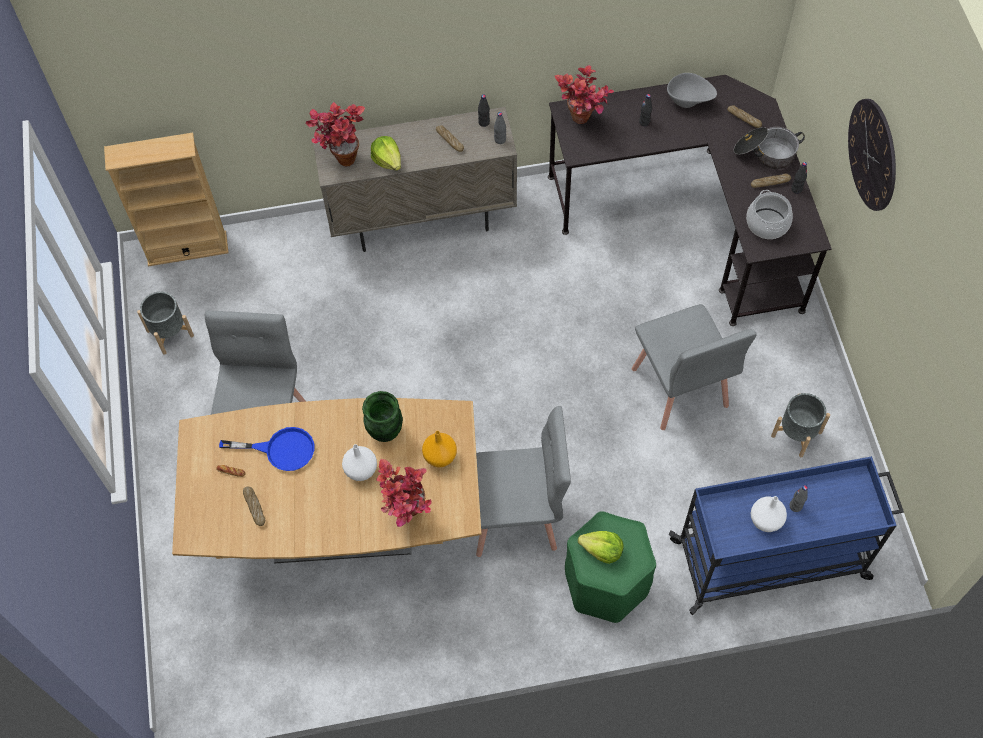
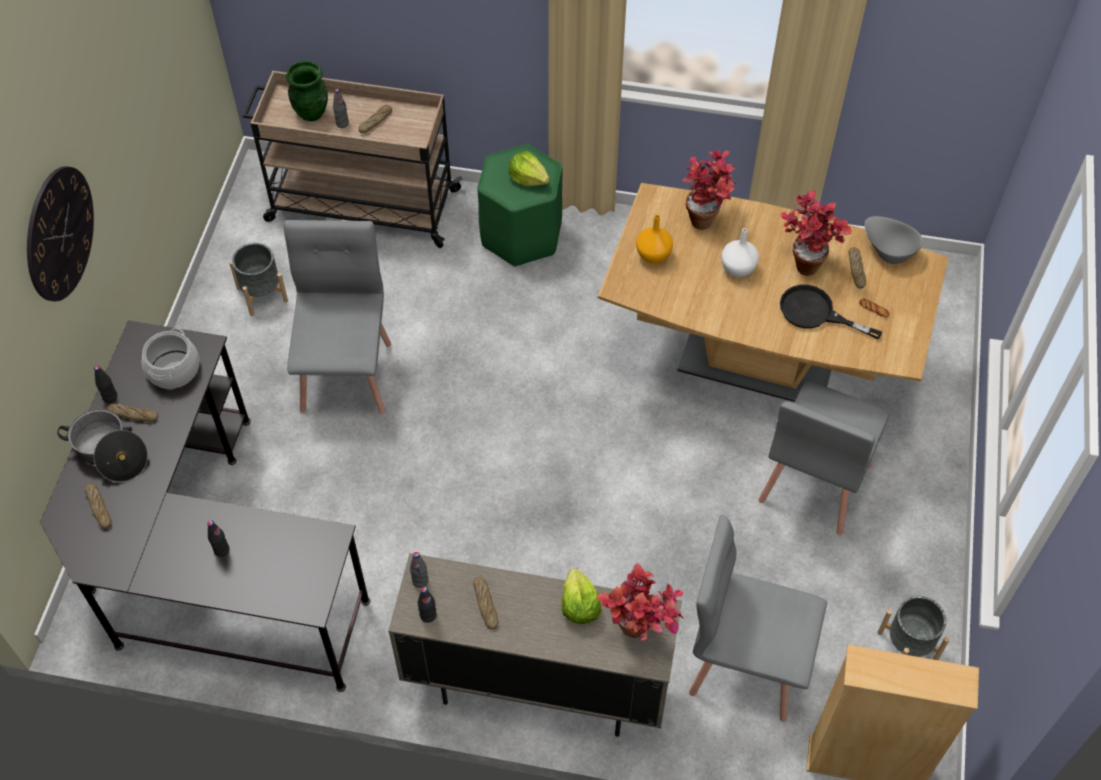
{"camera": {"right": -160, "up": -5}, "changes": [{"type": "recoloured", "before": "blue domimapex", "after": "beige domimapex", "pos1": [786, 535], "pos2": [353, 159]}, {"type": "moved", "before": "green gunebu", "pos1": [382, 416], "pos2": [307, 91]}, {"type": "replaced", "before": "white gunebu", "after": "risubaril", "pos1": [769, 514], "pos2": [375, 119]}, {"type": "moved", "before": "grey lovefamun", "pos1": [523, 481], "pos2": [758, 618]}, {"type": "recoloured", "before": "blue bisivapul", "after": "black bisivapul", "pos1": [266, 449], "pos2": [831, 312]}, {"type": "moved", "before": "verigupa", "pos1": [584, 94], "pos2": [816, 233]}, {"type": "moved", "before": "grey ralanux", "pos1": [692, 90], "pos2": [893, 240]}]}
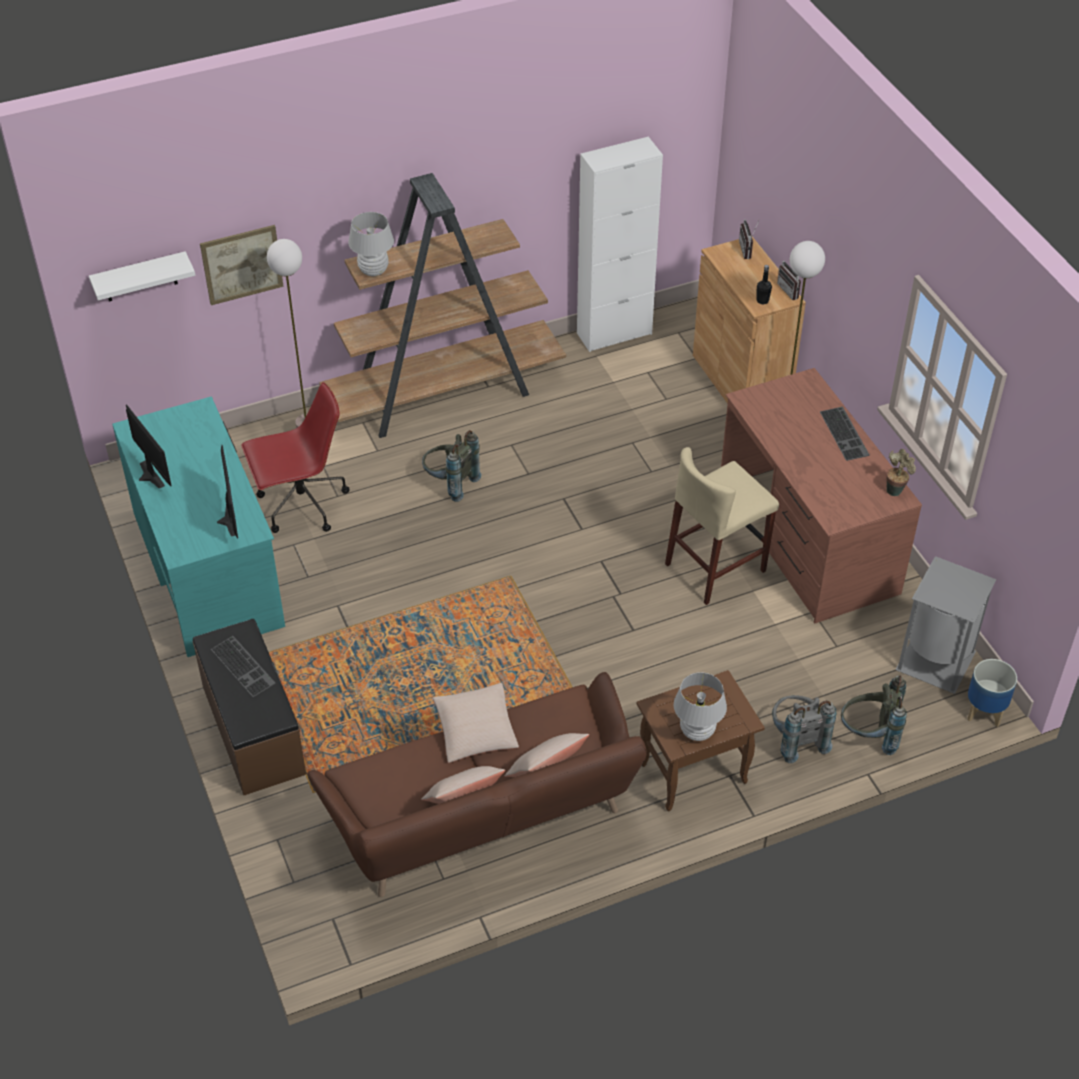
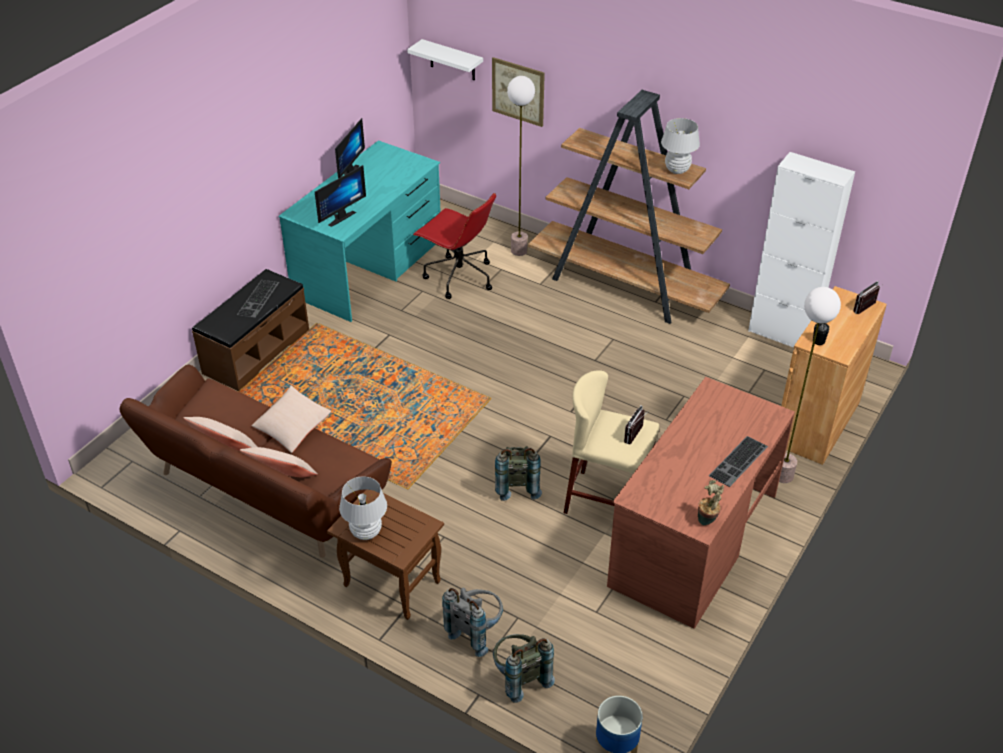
{"camera": {"right": 55, "up": -5}, "changes": [{"type": "moved", "before": "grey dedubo", "pos1": [451, 466], "pos2": [518, 473]}, {"type": "moved", "before": "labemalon", "pos1": [789, 280], "pos2": [635, 425]}, {"type": "moved", "before": "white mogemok", "pos1": [371, 244], "pos2": [680, 146]}, {"type": "removed", "before": "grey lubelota", "pos1": [946, 625]}]}
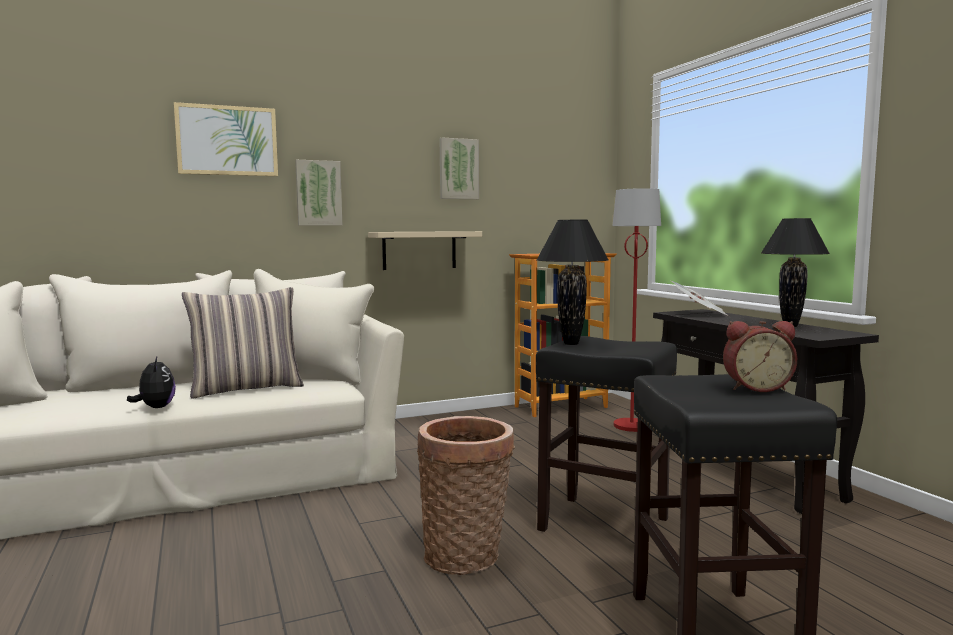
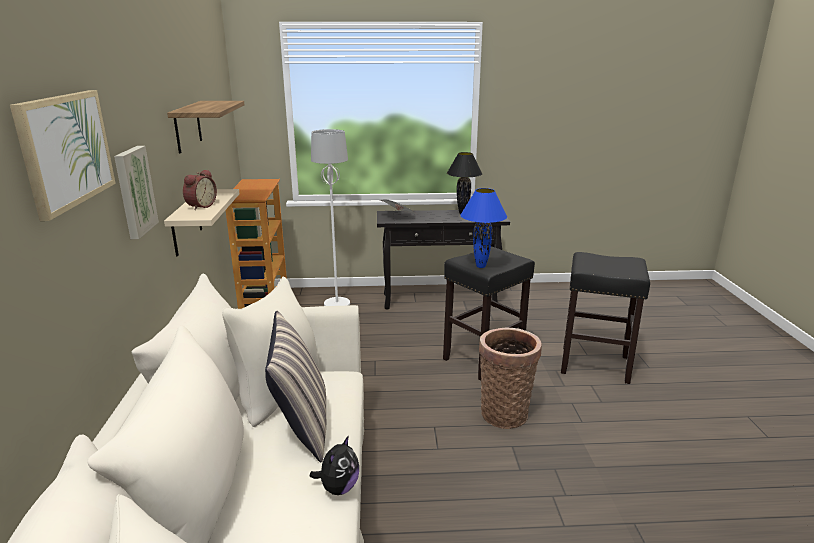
{"camera": {"right": -70, "up": 15}, "changes": [{"type": "replaced", "before": "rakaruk", "after": "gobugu", "pos1": [459, 168], "pos2": [206, 127]}, {"type": "moved", "before": "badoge", "pos1": [760, 356], "pos2": [200, 190]}, {"type": "turned", "before": "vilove", "pos1": [151, 382], "pos2": [334, 465], "turn": 120}, {"type": "recoloured", "before": "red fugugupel", "after": "white fugugupel", "pos1": [636, 310], "pos2": [330, 217]}, {"type": "recoloured", "before": "black mogemok", "after": "blue mogemok", "pos1": [572, 282], "pos2": [484, 228]}]}
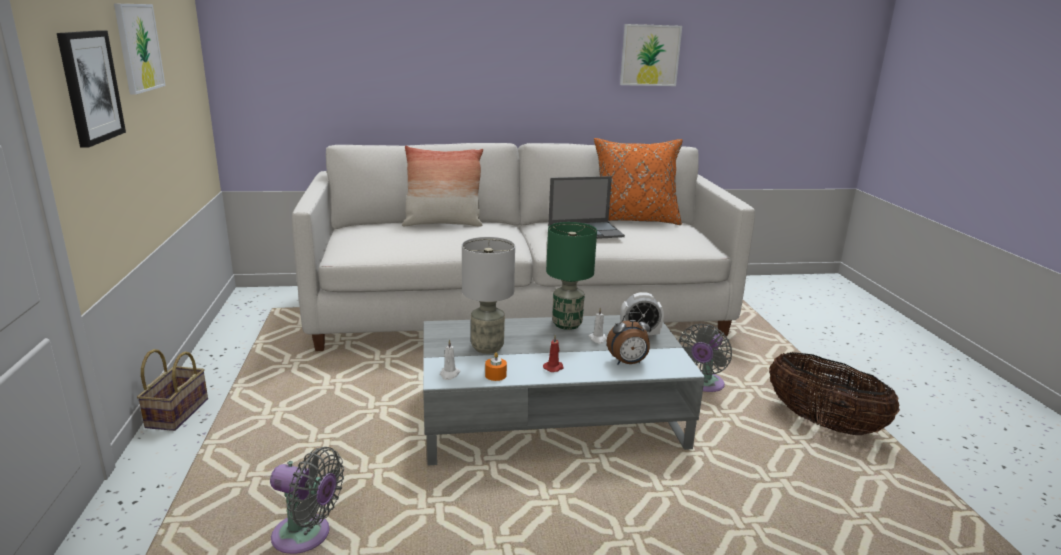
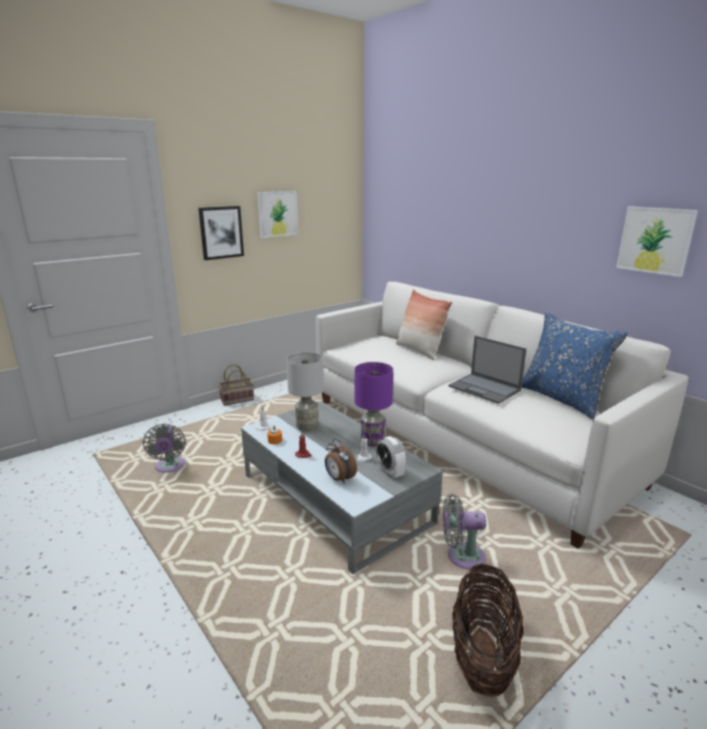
{"camera": {"right": 60, "up": 0}, "changes": [{"type": "recoloured", "before": "green mogemok", "after": "purple mogemok", "pos1": [571, 276], "pos2": [374, 404]}, {"type": "recoloured", "before": "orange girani", "after": "blue girani", "pos1": [638, 181], "pos2": [575, 365]}]}
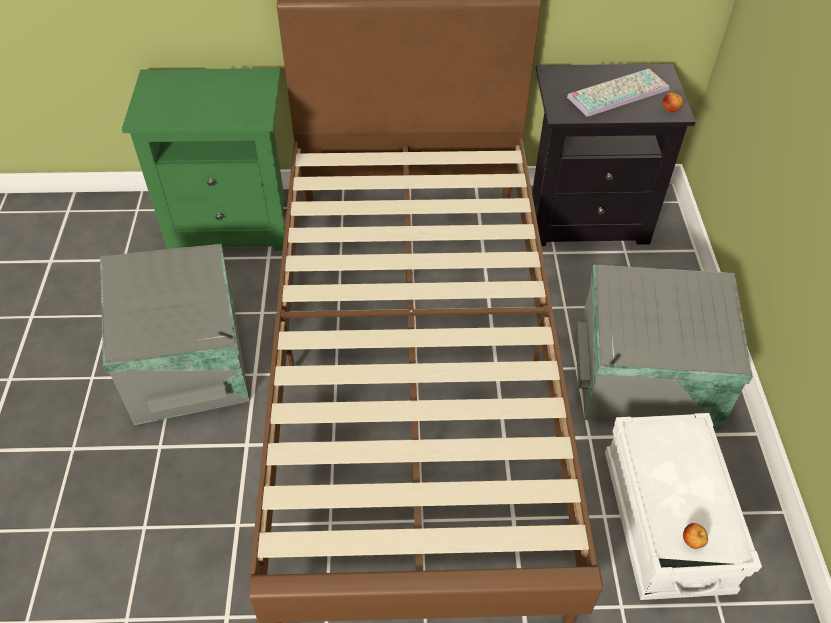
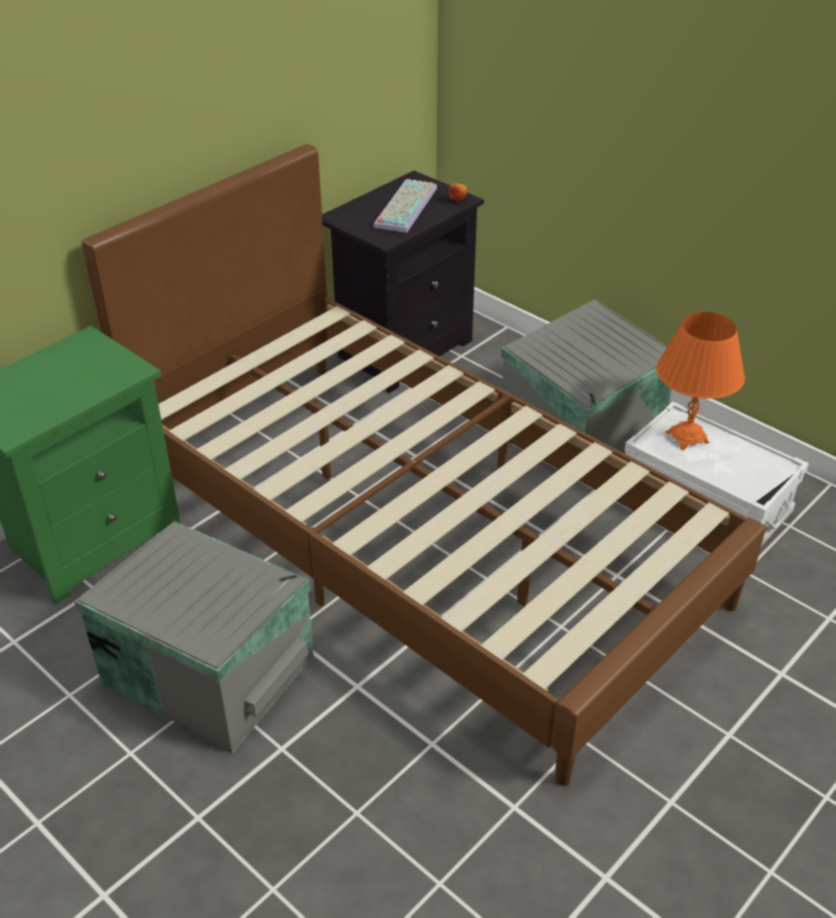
{"camera": {"right": -45, "up": -10}, "changes": [{"type": "added", "after": "orange mogemok", "pos2": [700, 381]}, {"type": "removed", "before": "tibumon", "pos1": [695, 536]}]}
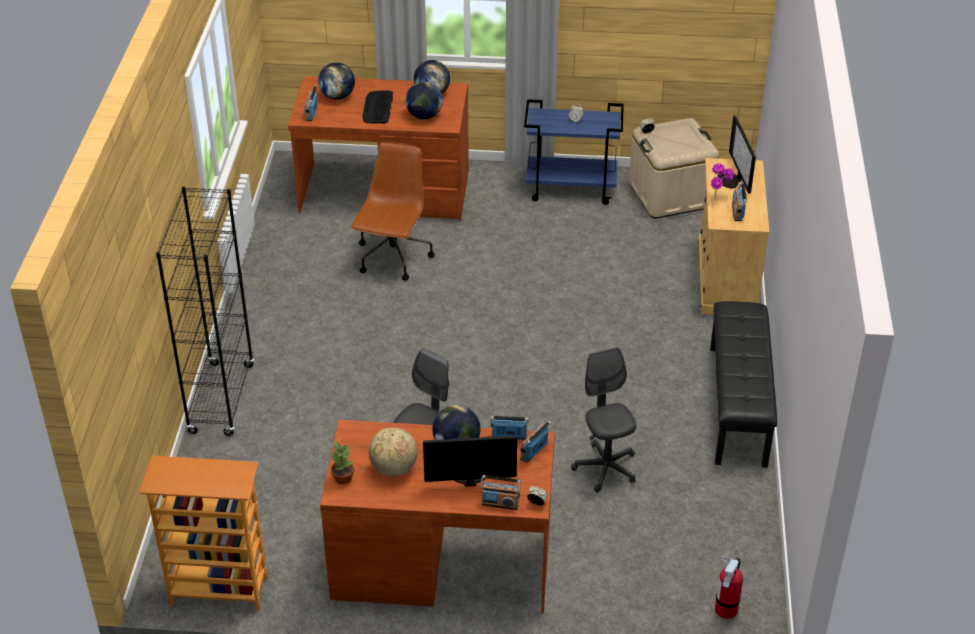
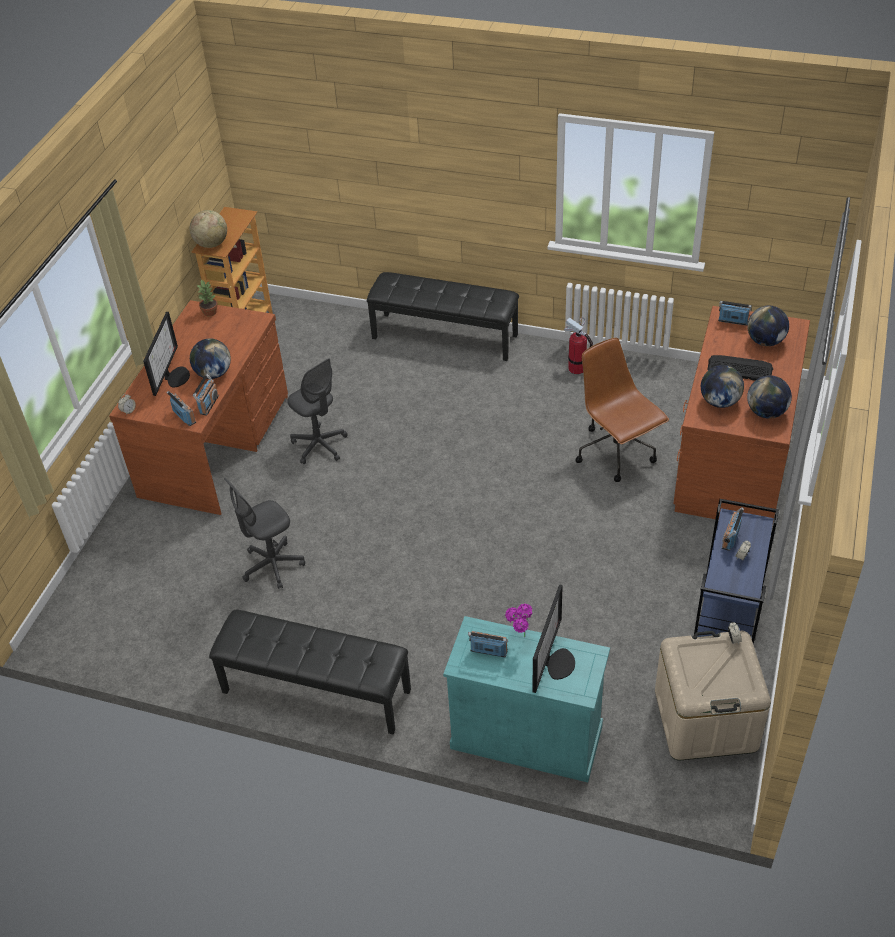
{"camera": {"right": 105, "up": 5}, "changes": [{"type": "moved", "before": "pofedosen", "pos1": [393, 451], "pos2": [208, 229]}, {"type": "turned", "before": "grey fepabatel", "pos1": [603, 420], "pos2": [264, 533], "turn": 150}, {"type": "replaced", "before": "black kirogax", "after": "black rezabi", "pos1": [205, 311], "pos2": [443, 316]}, {"type": "recoloured", "before": "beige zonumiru", "after": "turquoise zonumiru", "pos1": [733, 236], "pos2": [526, 699]}, {"type": "turned", "before": "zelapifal", "pos1": [737, 155], "pos2": [554, 638], "turn": 105}, {"type": "moved", "before": "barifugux", "pos1": [729, 587], "pos2": [578, 345]}, {"type": "turned", "before": "brown fepabatel", "pos1": [393, 211], "pos2": [622, 409], "turn": -150}, {"type": "moved", "before": "labemalon", "pos1": [501, 492], "pos2": [733, 529]}]}
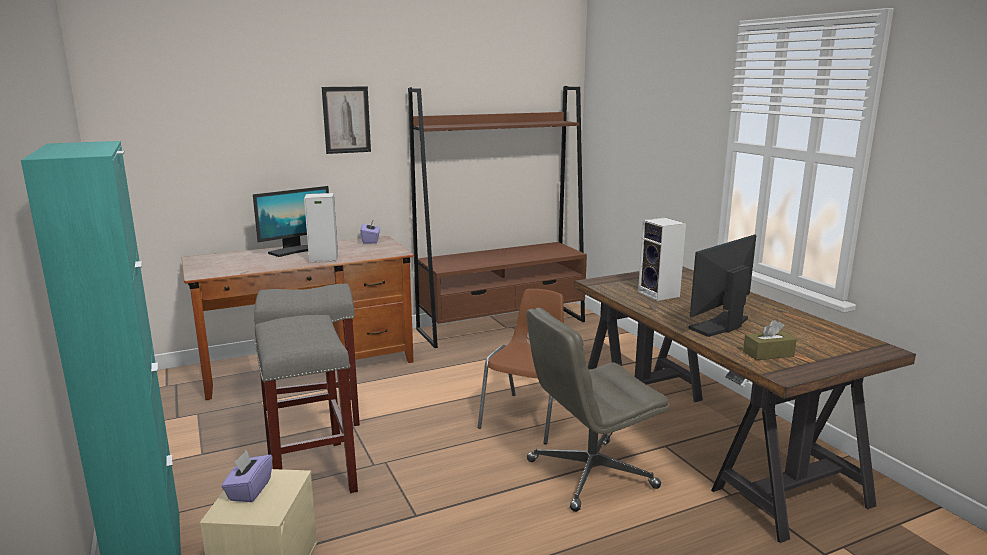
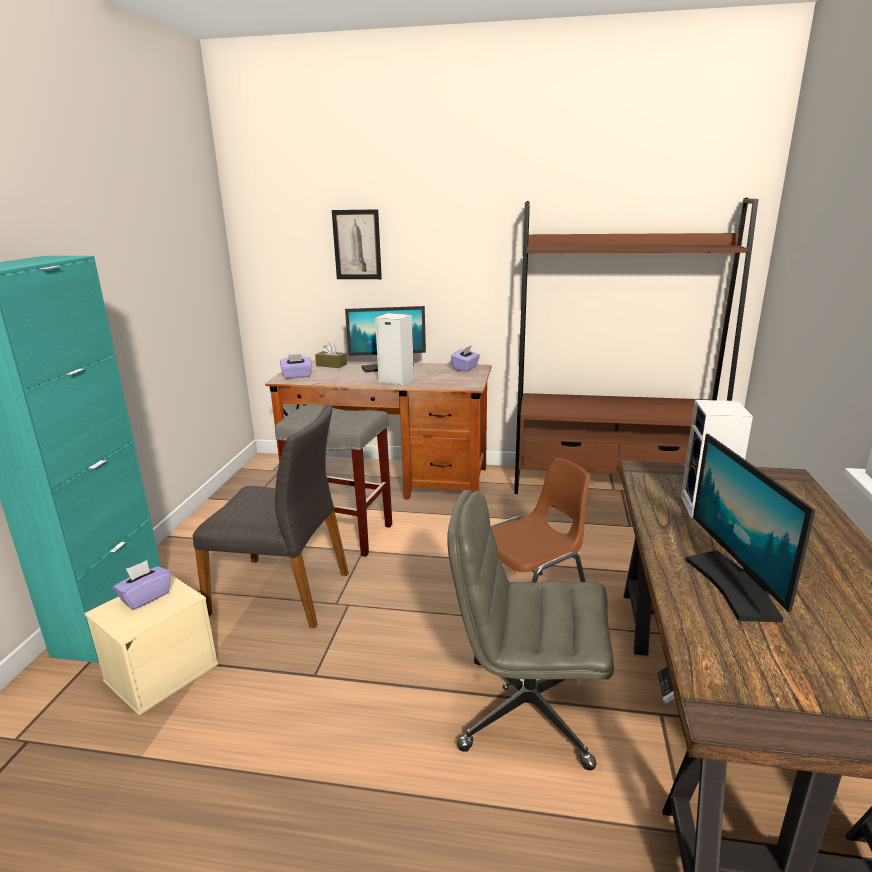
{"camera": {"right": 35, "up": 5}, "changes": [{"type": "replaced", "before": "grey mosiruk", "after": "grey lovefamun", "pos1": [306, 404], "pos2": [270, 516]}, {"type": "added", "after": "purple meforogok", "pos2": [296, 366]}, {"type": "moved", "before": "brown meforogok", "pos1": [770, 340], "pos2": [331, 355]}, {"type": "moved", "before": "rakaruk", "pos1": [346, 120], "pos2": [357, 244]}, {"type": "turned", "before": "zelapifal", "pos1": [722, 285], "pos2": [750, 528], "turn": -90}]}
